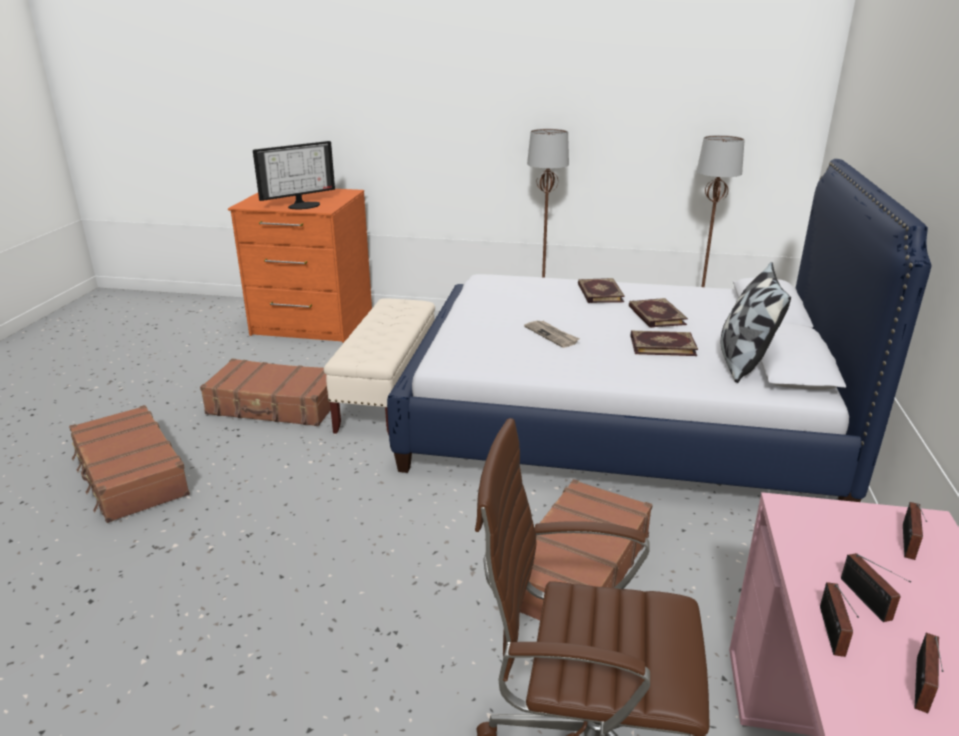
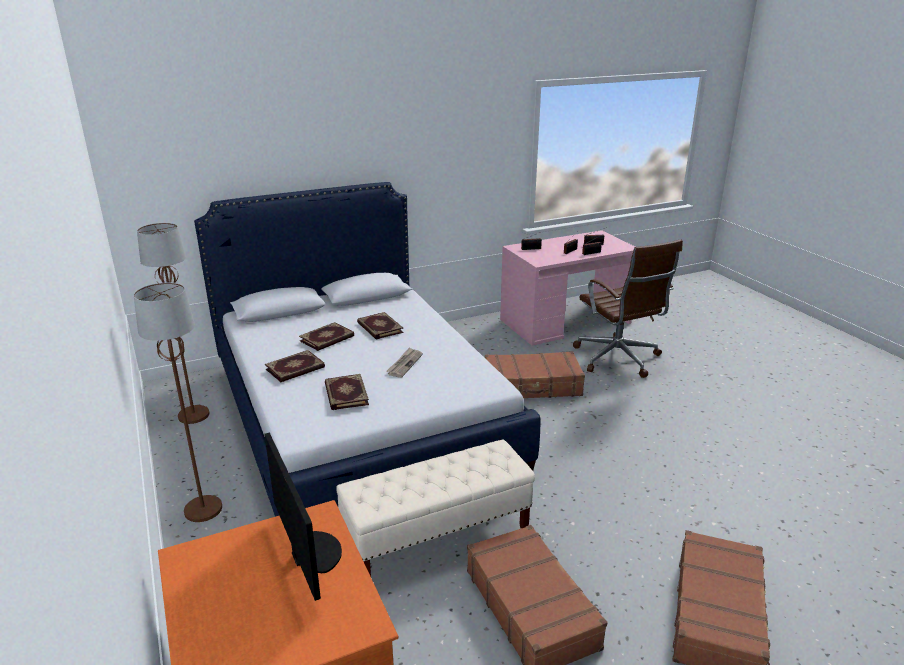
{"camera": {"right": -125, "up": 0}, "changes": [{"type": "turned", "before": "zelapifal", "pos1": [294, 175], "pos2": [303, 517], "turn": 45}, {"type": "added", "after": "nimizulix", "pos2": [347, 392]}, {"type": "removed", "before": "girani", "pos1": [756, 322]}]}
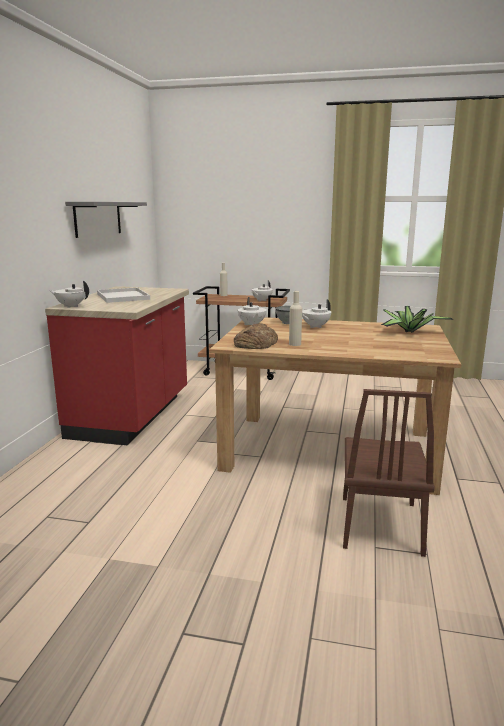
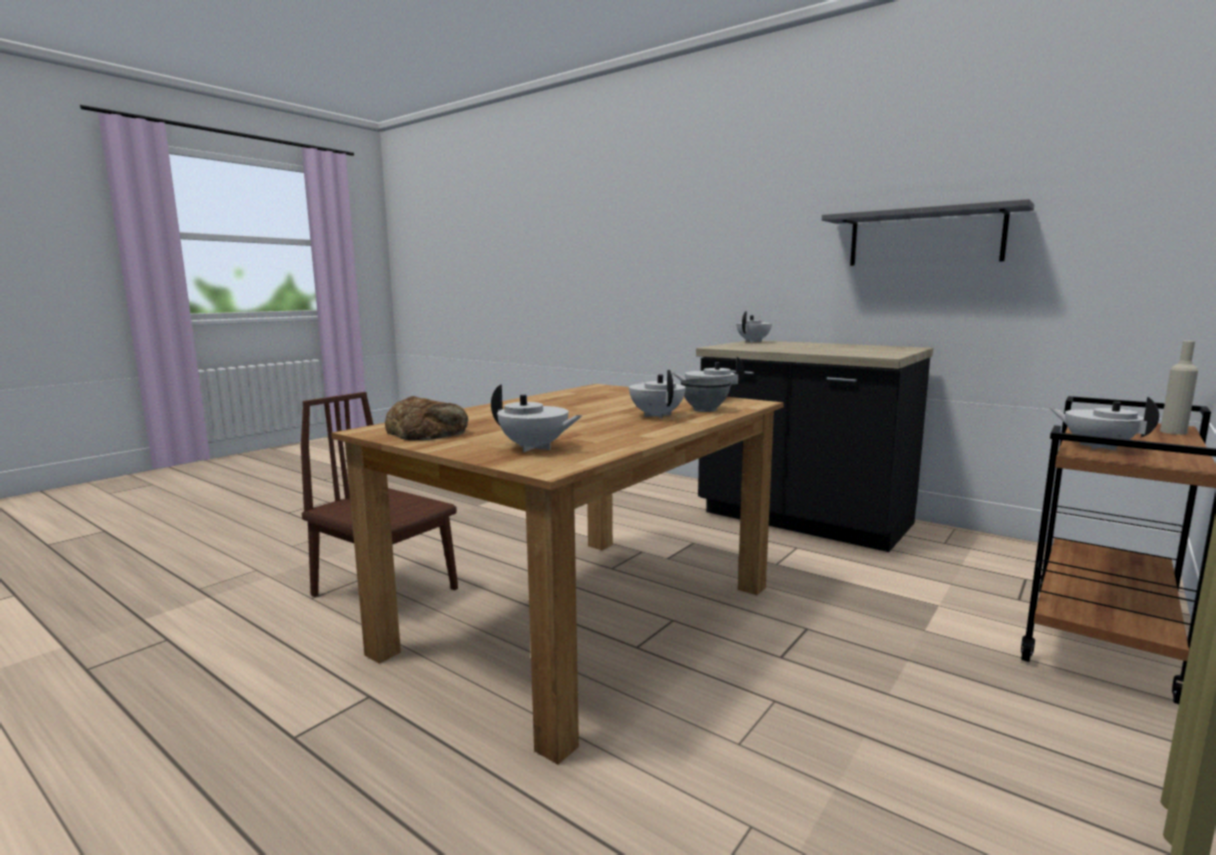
{"camera": {"right": 115, "up": -5}, "changes": [{"type": "moved", "before": "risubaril", "pos1": [256, 336], "pos2": [426, 418]}, {"type": "replaced", "before": "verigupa", "after": "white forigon", "pos1": [417, 319], "pos2": [536, 418]}, {"type": "recoloured", "before": "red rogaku", "after": "black rogaku", "pos1": [117, 365], "pos2": [814, 446]}, {"type": "removed", "before": "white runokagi", "pos1": [123, 295]}, {"type": "removed", "before": "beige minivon", "pos1": [295, 318]}]}
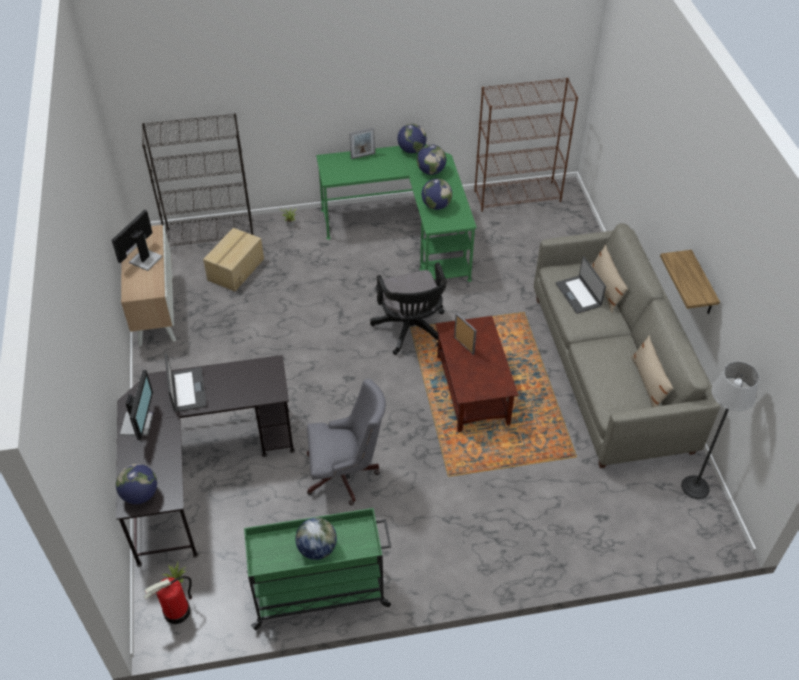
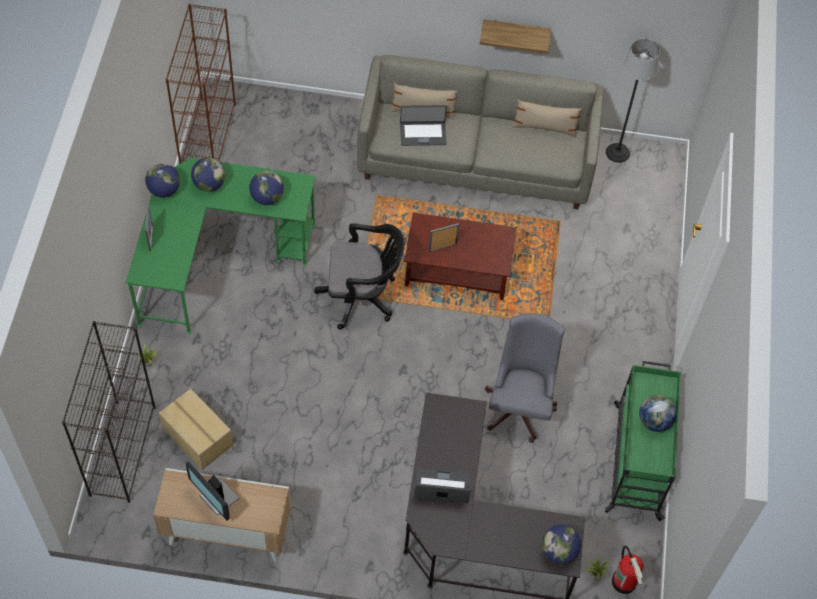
{"camera": {"right": -75, "up": 10}, "changes": [{"type": "removed", "before": "zelapifal", "pos1": [136, 405]}]}
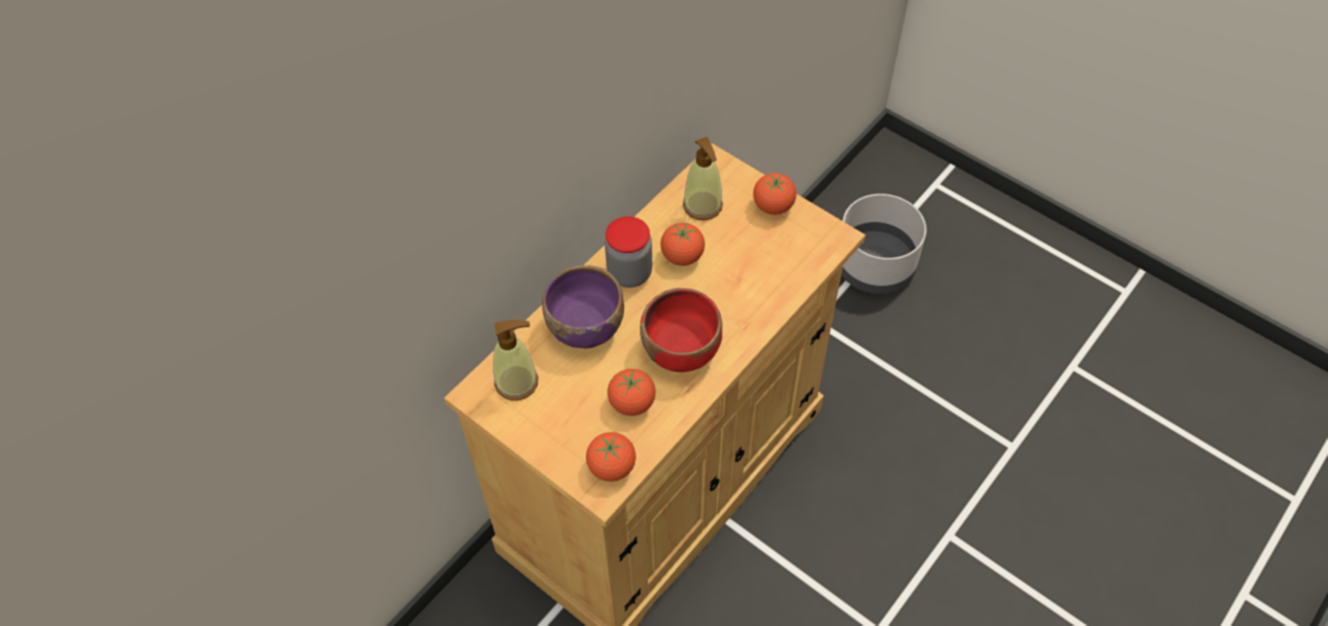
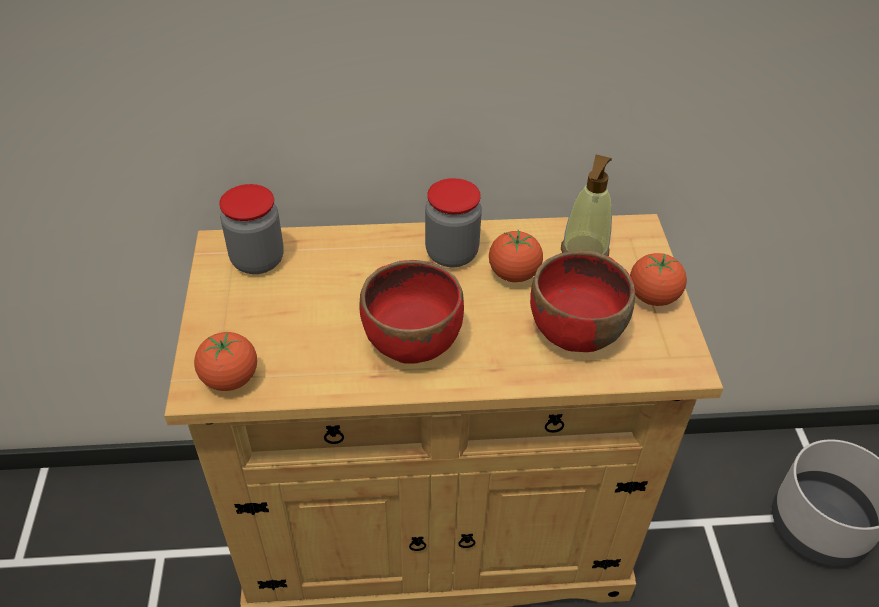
{"camera": {"right": 45, "up": -10}, "changes": [{"type": "replaced", "before": "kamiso", "after": "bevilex", "pos1": [515, 360], "pos2": [251, 229]}, {"type": "added", "after": "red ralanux", "pos2": [582, 301]}, {"type": "removed", "before": "purple ralanux", "pos1": [583, 306]}, {"type": "removed", "before": "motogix", "pos1": [631, 392]}]}
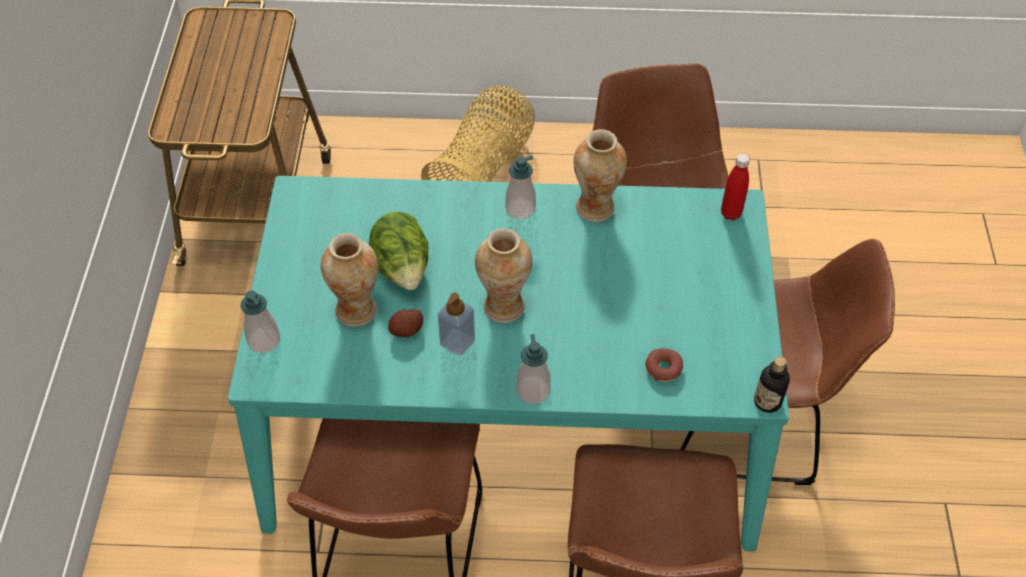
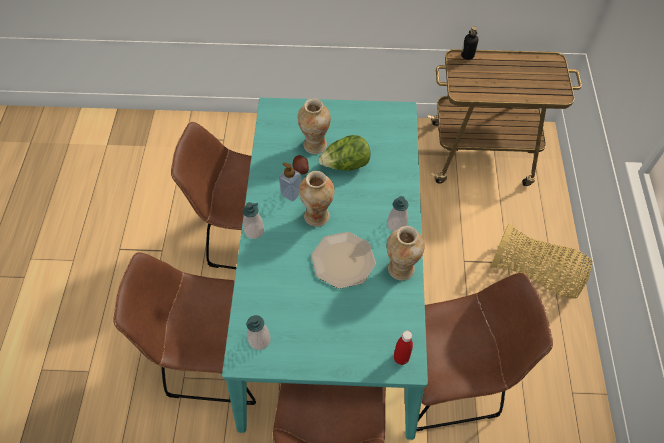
{"camera": {"right": 90, "up": 5}, "changes": [{"type": "moved", "before": "kamiso", "pos1": [260, 321], "pos2": [258, 332]}, {"type": "added", "after": "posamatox", "pos2": [343, 260]}, {"type": "moved", "before": "minivon", "pos1": [772, 384], "pos2": [469, 43]}, {"type": "removed", "before": "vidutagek", "pos1": [664, 365]}]}
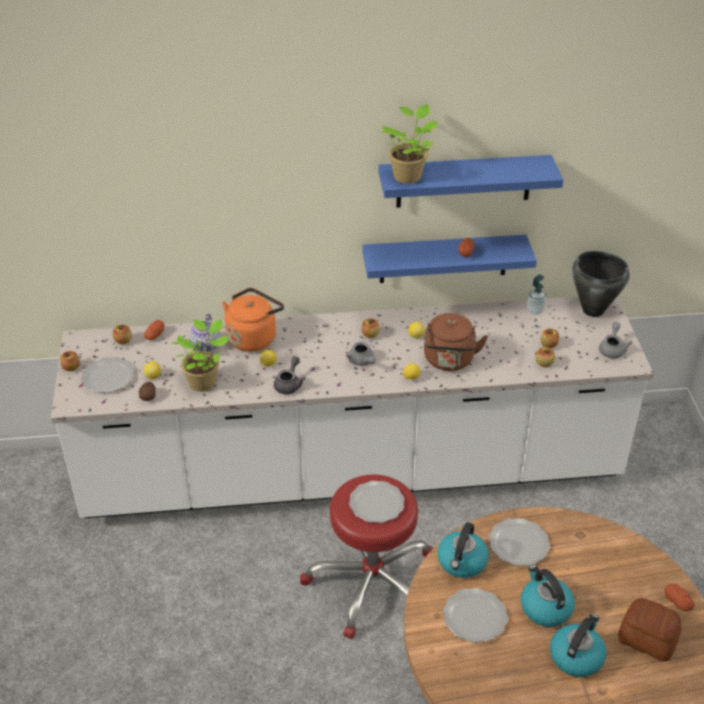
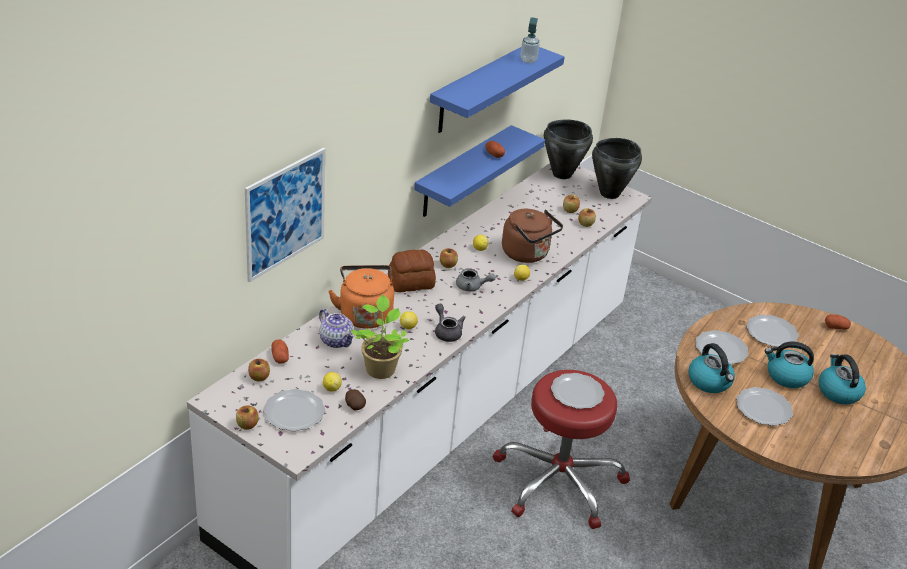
{"camera": {"right": -50, "up": -5}, "changes": [{"type": "added", "after": "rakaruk", "pos2": [285, 215]}, {"type": "moved", "before": "risubaril", "pos1": [649, 630], "pos2": [412, 271]}, {"type": "moved", "before": "kamiso", "pos1": [536, 294], "pos2": [530, 40]}, {"type": "replaced", "before": "grey forigon", "after": "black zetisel", "pos1": [616, 340], "pos2": [617, 168]}, {"type": "added", "after": "posamatox", "pos2": [772, 331]}, {"type": "removed", "before": "verigupa", "pos1": [409, 144]}]}
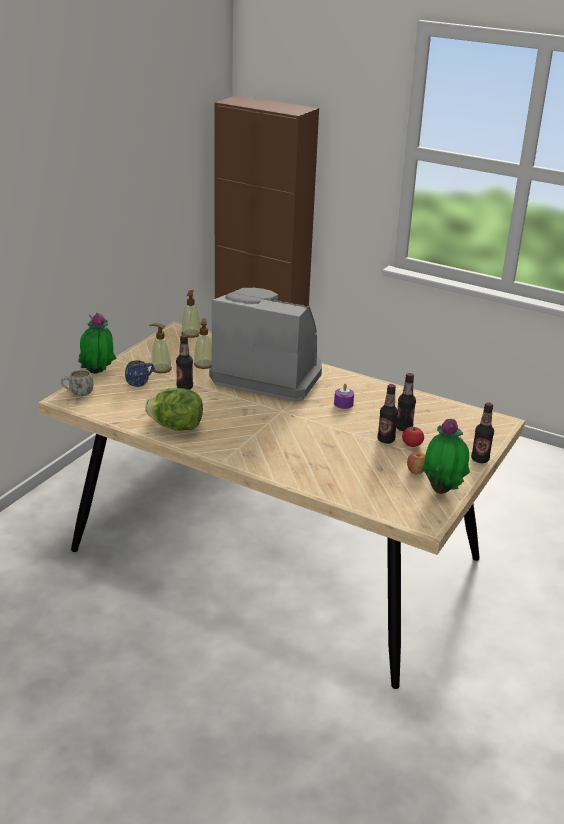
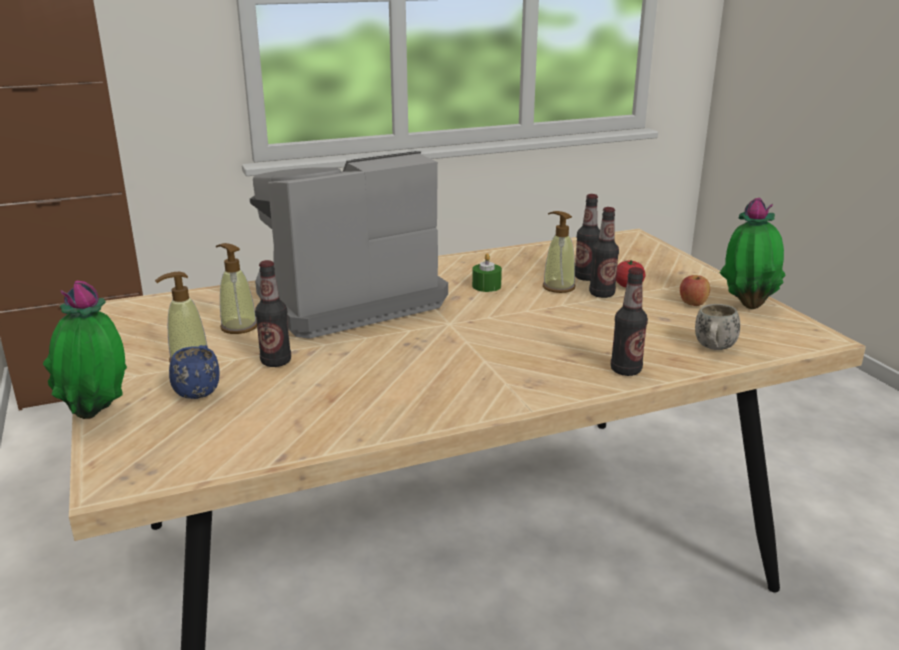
{"camera": {"right": -50, "up": -5}, "changes": [{"type": "recoloured", "before": "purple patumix", "after": "green patumix", "pos1": [344, 396], "pos2": [487, 272]}, {"type": "moved", "before": "kamiso", "pos1": [191, 314], "pos2": [559, 252]}, {"type": "moved", "before": "minivon", "pos1": [482, 432], "pos2": [629, 321]}, {"type": "moved", "before": "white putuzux", "pos1": [77, 383], "pos2": [717, 327]}, {"type": "removed", "before": "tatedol", "pos1": [174, 409]}]}
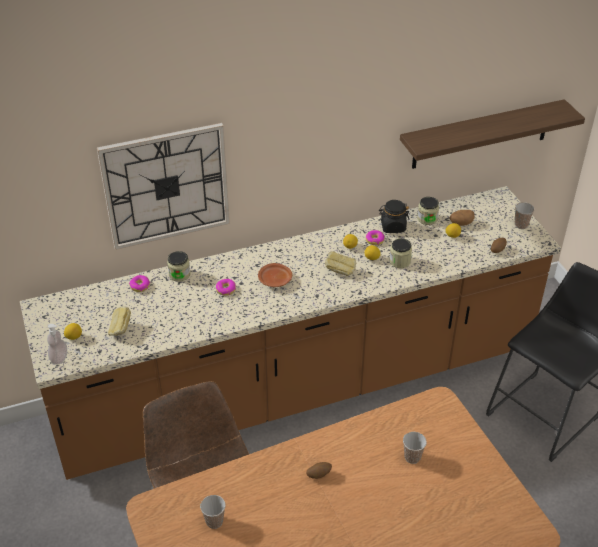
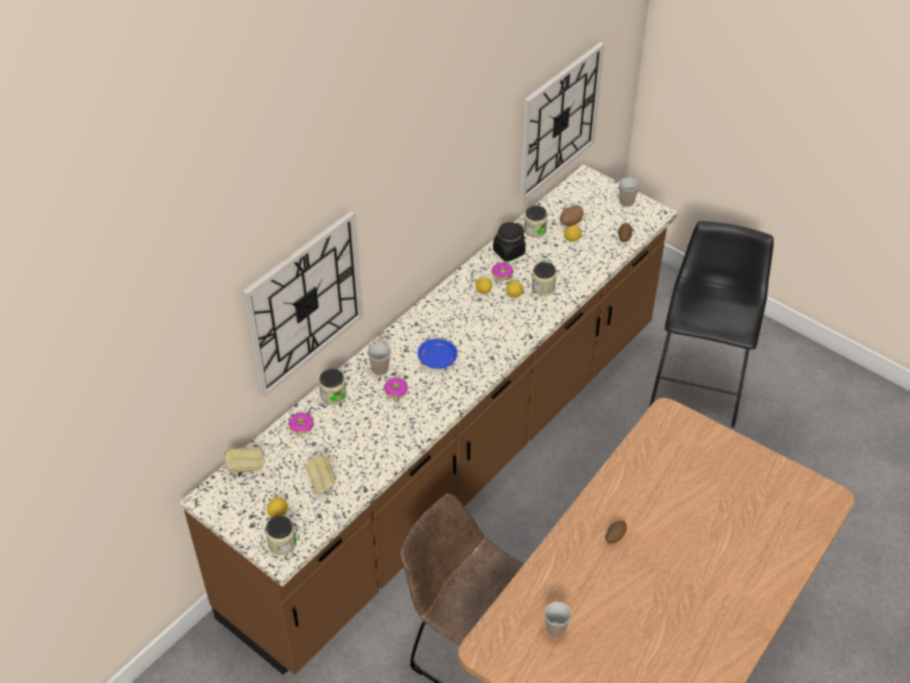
{"camera": {"right": -30, "up": 5}, "changes": [{"type": "moved", "before": "risubaril", "pos1": [340, 263], "pos2": [243, 459]}, {"type": "replaced", "before": "kamiso", "after": "bevilex", "pos1": [57, 344], "pos2": [281, 535]}, {"type": "moved", "before": "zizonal", "pos1": [415, 448], "pos2": [379, 359]}, {"type": "recoloured", "before": "brown posamatox", "after": "blue posamatox", "pos1": [275, 275], "pos2": [437, 354]}, {"type": "replaced", "before": "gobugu", "after": "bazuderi", "pos1": [492, 134], "pos2": [562, 122]}]}
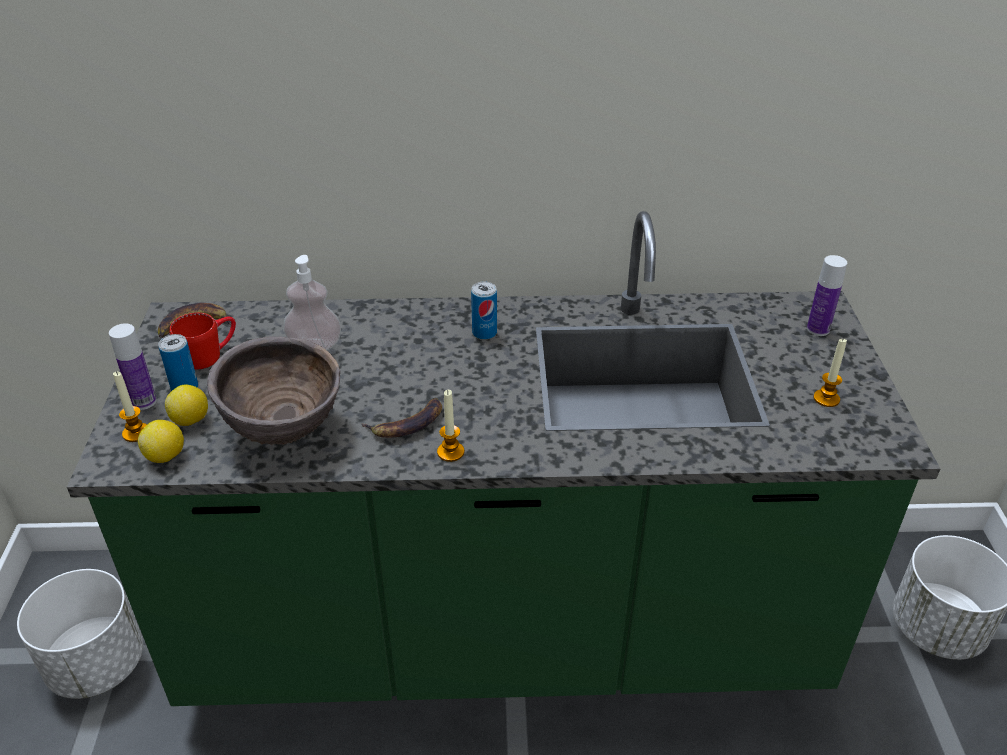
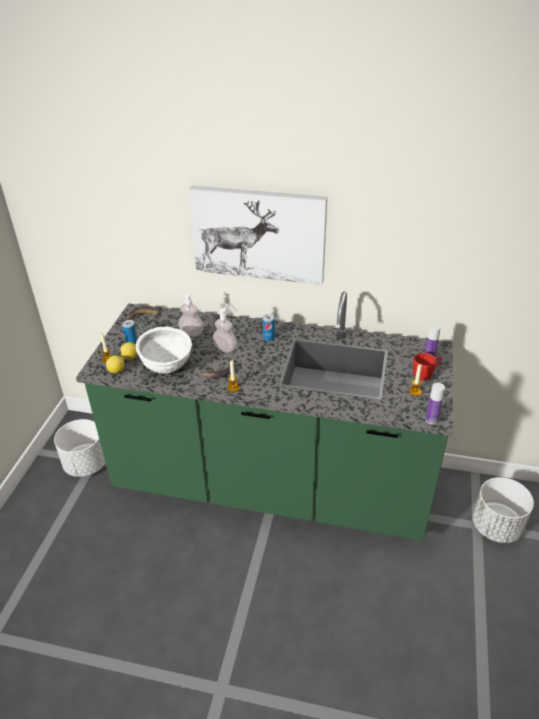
{"camera": {"right": 15, "up": 0}, "changes": [{"type": "recoloured", "before": "brown ralanux", "after": "white ralanux", "pos1": [273, 390], "pos2": [164, 350]}, {"type": "added", "after": "rakaruk", "pos2": [257, 235]}, {"type": "added", "after": "kamiso", "pos2": [225, 330]}, {"type": "moved", "before": "red putuzux", "pos1": [203, 341], "pos2": [427, 366]}, {"type": "moved", "before": "minivon", "pos1": [133, 366], "pos2": [435, 403]}]}
